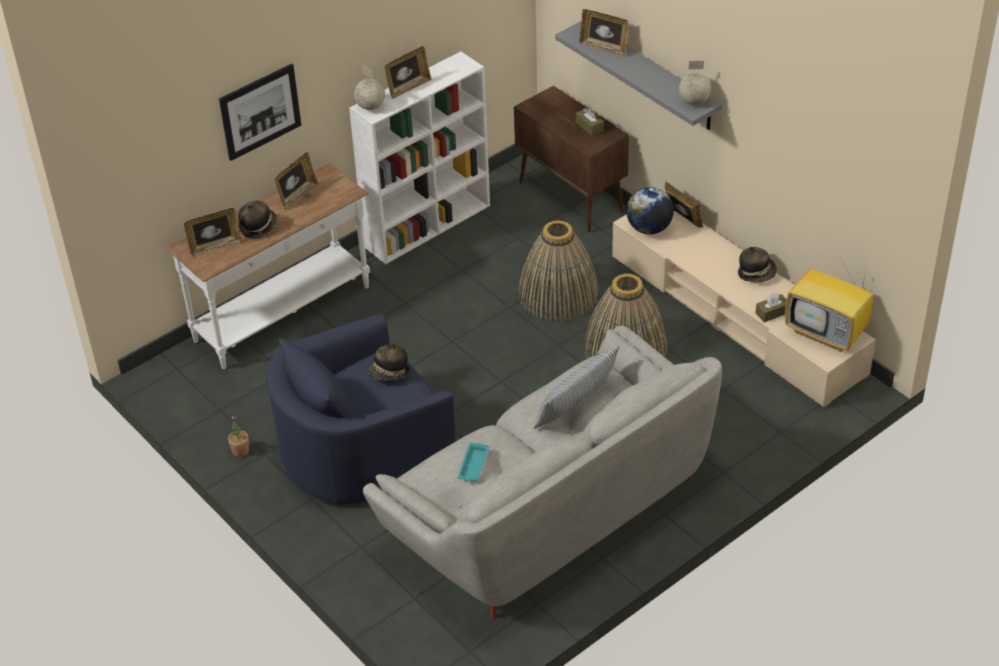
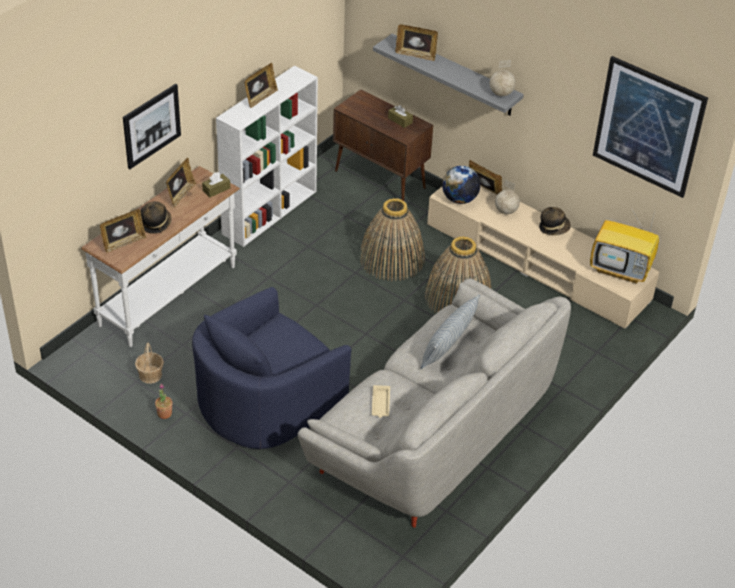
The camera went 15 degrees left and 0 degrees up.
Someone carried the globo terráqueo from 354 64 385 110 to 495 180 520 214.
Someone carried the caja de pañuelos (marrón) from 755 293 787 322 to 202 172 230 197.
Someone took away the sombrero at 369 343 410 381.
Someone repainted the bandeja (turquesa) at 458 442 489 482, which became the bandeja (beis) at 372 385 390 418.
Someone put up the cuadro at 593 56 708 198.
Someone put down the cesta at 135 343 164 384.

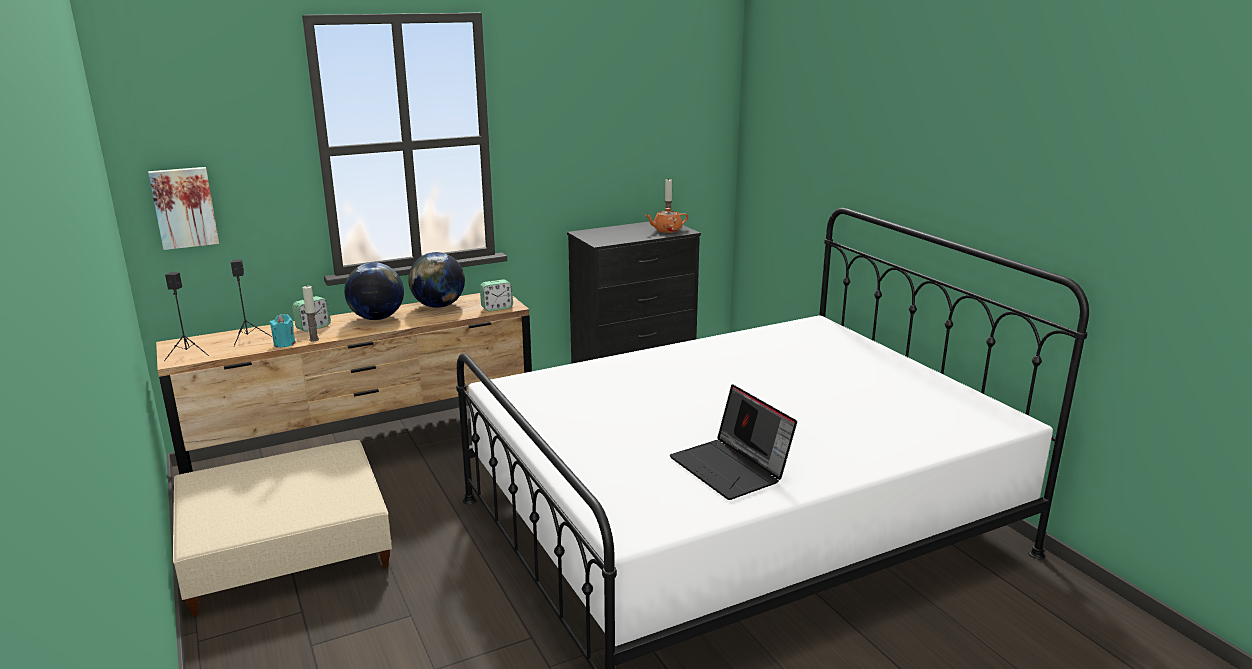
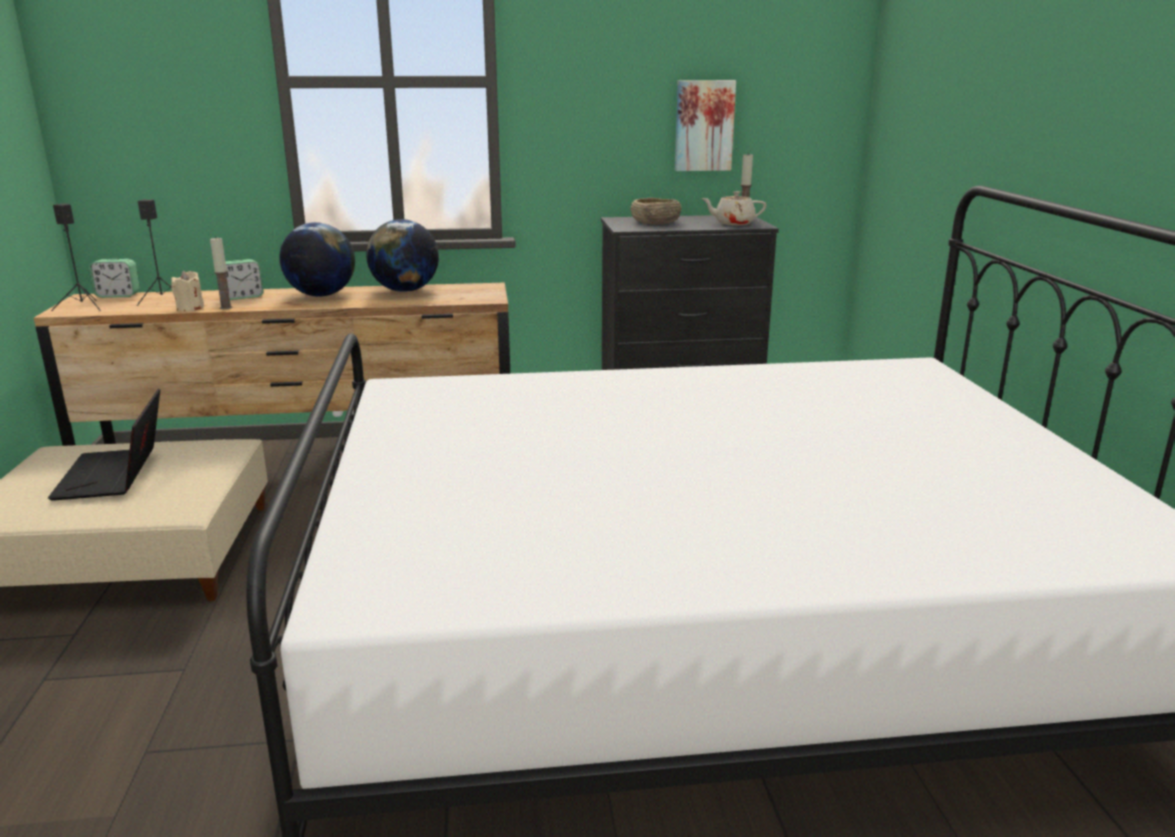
The camera went 20 degrees right and 0 degrees up.
Someone carried the cuadro from 148 167 219 250 to 675 80 736 171.
Someone repainted the tetera (naranja) at 645 208 688 233, which became the tetera (beis) at 701 191 766 226.
Someone carried the despertador from 480 279 513 311 to 89 259 140 298.
Someone repainted the vela (turquesa) at 270 314 296 348, which became the vela (beis) at 171 271 204 311.
Someone carried the portátil from 670 384 797 500 to 48 388 160 501.
Someone put down the cuenco (beis) at 630 198 682 224.

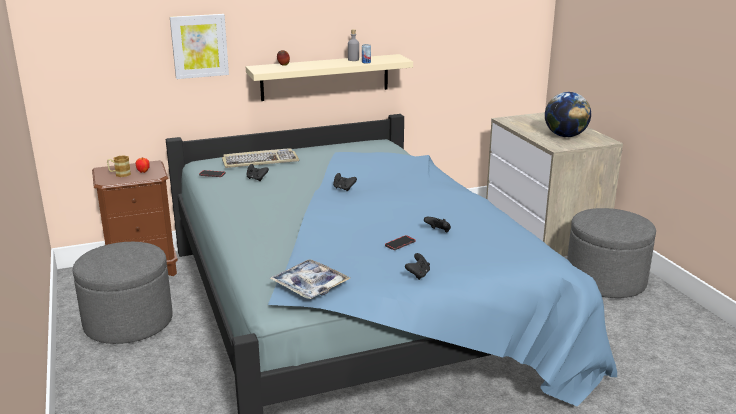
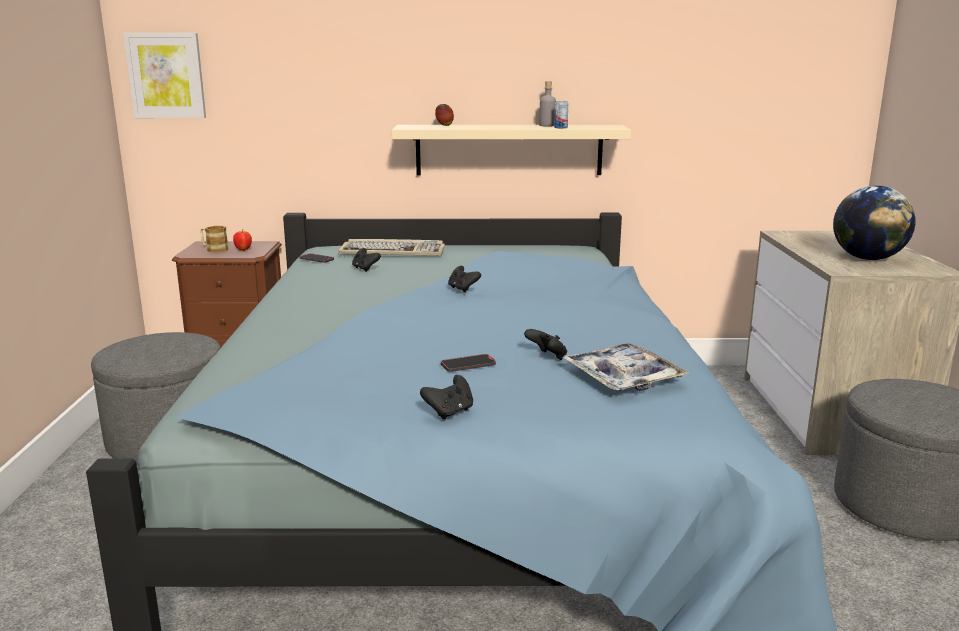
The camera went 20 degrees right and 5 degrees down.
Someone carried the cuadro from 170 14 229 79 to 123 33 206 118.
Someone carried the bandeja from 270 259 350 299 to 562 343 690 391.

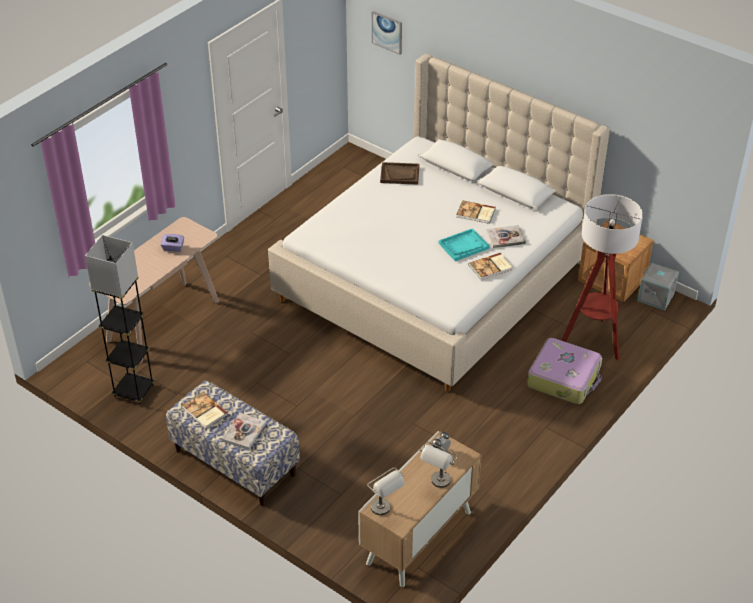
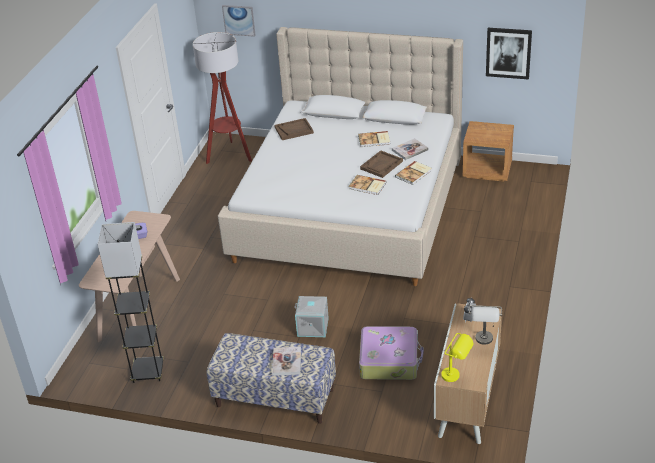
The camera went 20 degrees left and 5 degrees down.
Someone carried the lámpara de pie from 561 194 643 360 to 193 32 252 164.
Someone repainted the bandeja (turquesa) at 439 228 489 261, which became the bandeja (marrón) at 360 151 403 178.
Someone carried the caja de almacenaje (gris) from 637 263 679 310 to 294 296 329 337.
Someone carried the maleta from 527 338 602 404 to 359 326 424 380.
Someone carried the libro from 182 392 228 429 to 349 175 386 195.
Someone repainted the lámpara de mesa (gris) at 367 467 405 515, which became the lámpara de mesa (amarillo) at 441 333 474 382.
Someone put up the cuadro at 486 28 532 80.

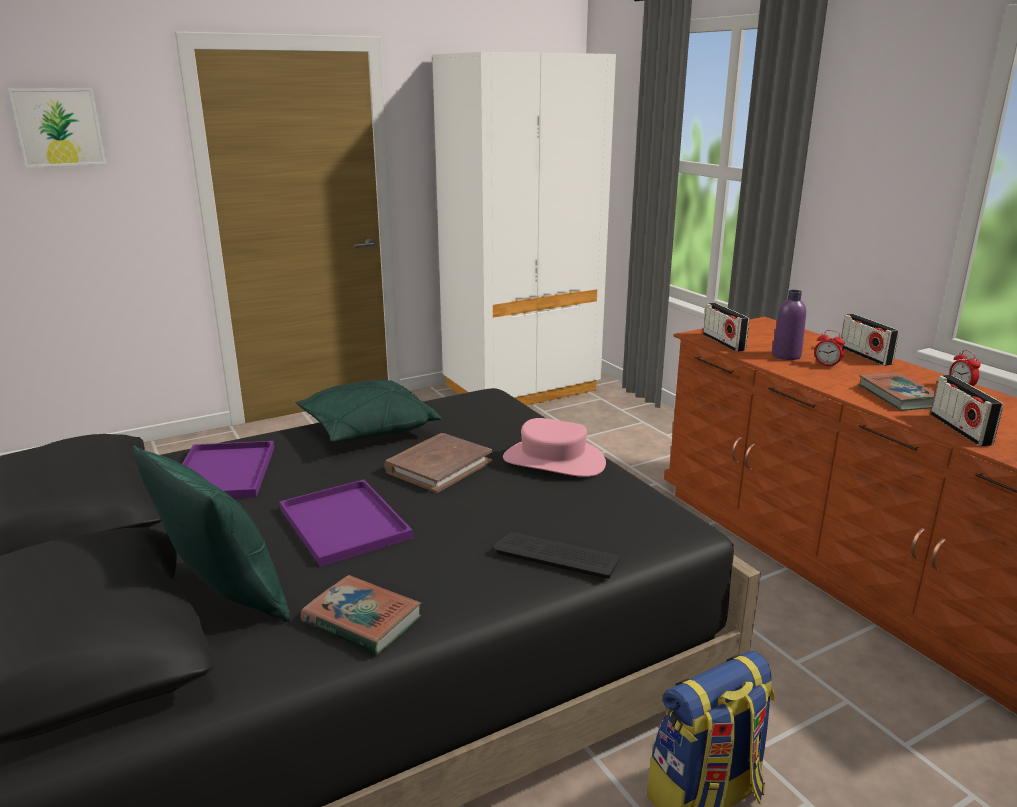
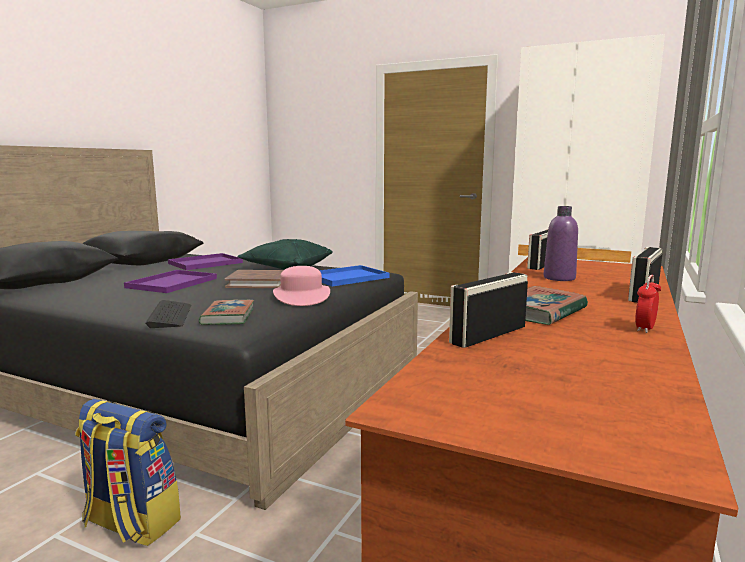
The camera went 55 degrees right and 10 degrees down.
Someone took away the cuadro at 8 88 106 168.
Someone took away the despertador at 814 330 845 367.
Someone took away the cojín (verde) at 132 445 290 622.
Someone carried the libro from 301 575 421 655 to 199 300 254 325.
Someone put down the bandeja (azul) at 320 265 390 287.

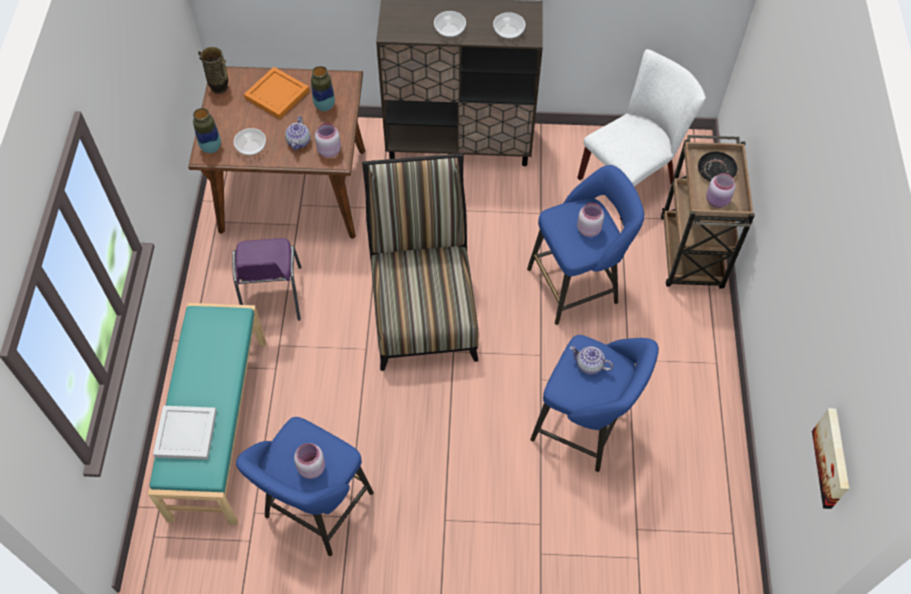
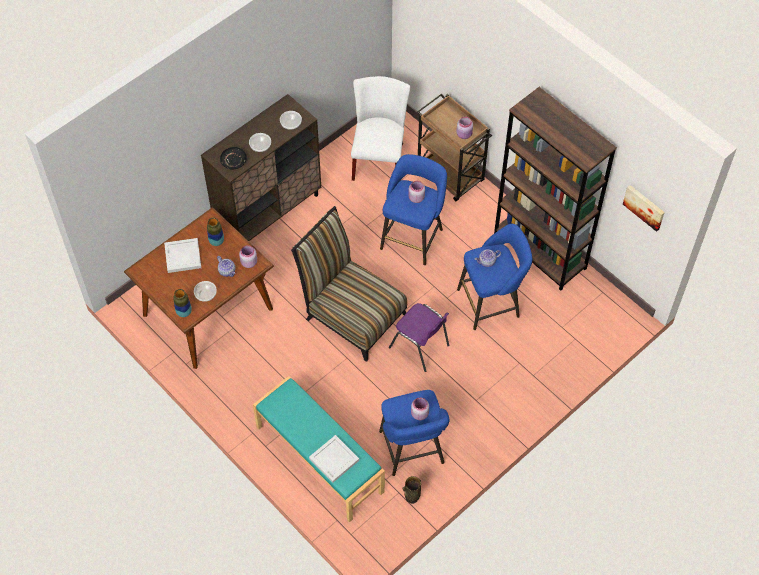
The camera went 45 degrees left and 0 degrees up.
Someone carried the florero from 198 47 228 94 to 402 476 421 504.
Someone repainted the bandeja (naranja) at 244 67 309 119, which became the bandeja (blanco) at 164 238 201 273.
Someone carried the plato (negro) from 698 151 737 181 to 220 147 247 169.
Someone carried the silla (morado) from 232 238 302 321 to 389 303 449 372.
Someone put down the estantería (marrón) at 494 87 617 291.

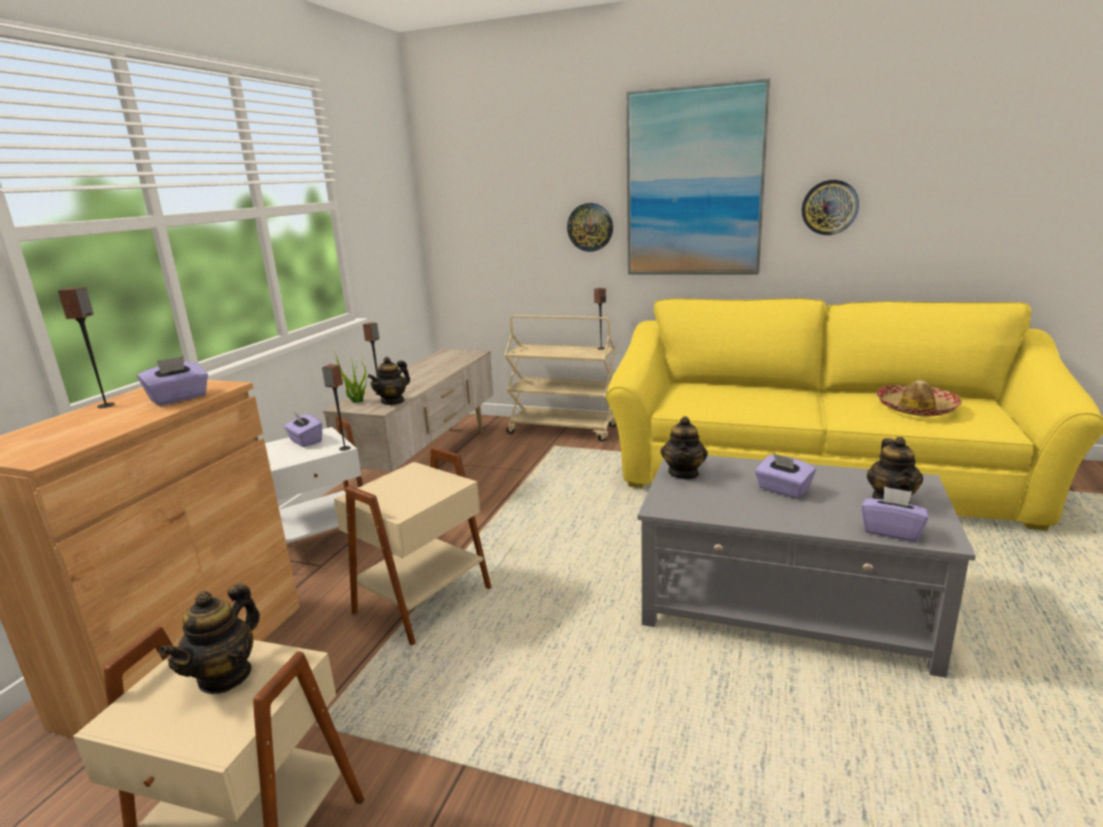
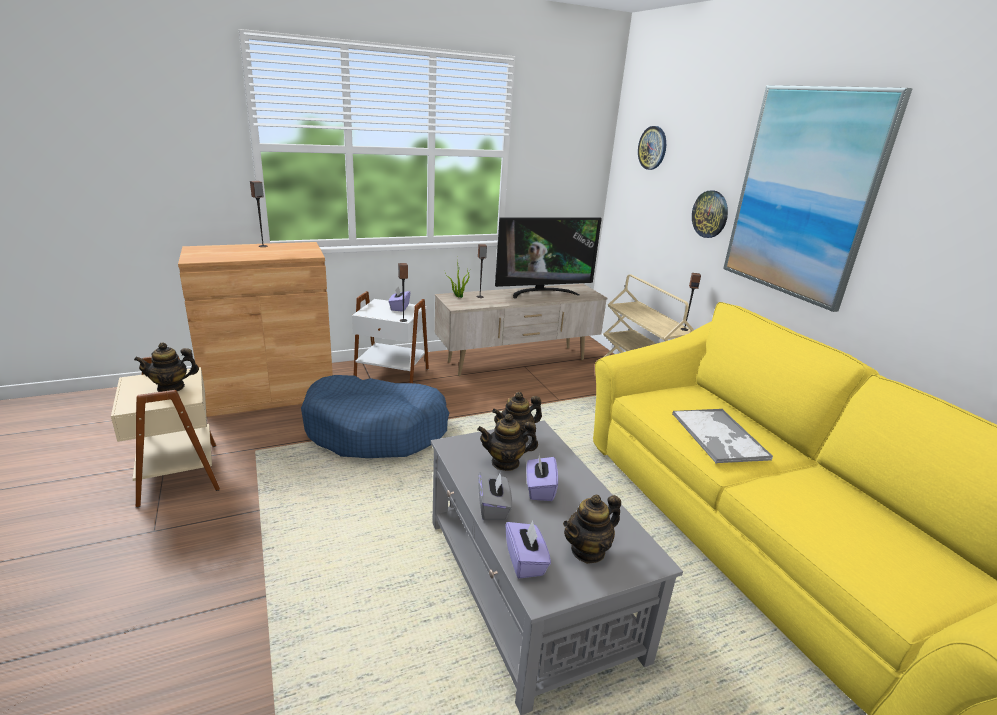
The camera went 45 degrees right and 5 degrees up.
Someone carried the reloj de pared from 802 180 859 235 to 638 126 666 170.
Someone took away the caja de pañuelos (morado) at 137 356 208 406.
Someone carried the tetera from 368 357 410 405 to 477 414 538 471.
Someone took away the sombrero at 876 380 962 417.
Someone swapped the mesa auxiliar (beis) at 334 448 491 645 for the cama para perro (azul) at 301 375 449 458.
Someone put down the televisor at 495 217 602 298.
Someone put down the bandeja at 672 409 773 463.
Someone put down the caja de pañuelos (gris) at 478 472 512 520.

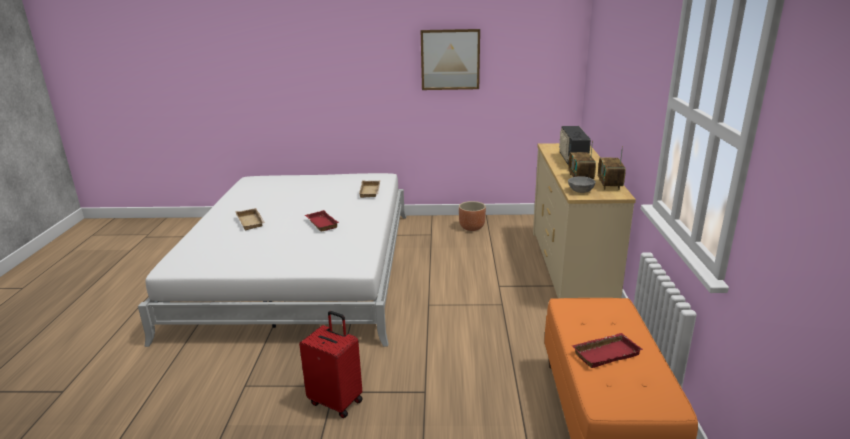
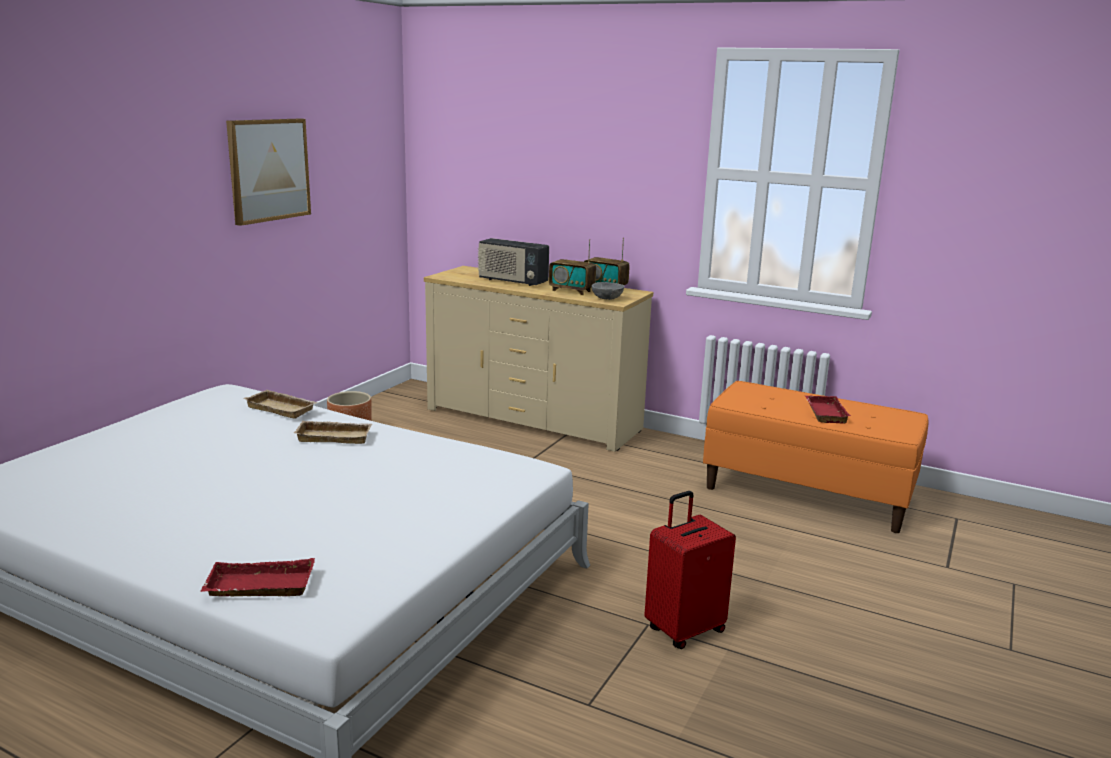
The camera went 65 degrees left and 5 degrees down.
Someone carried the bandeja (beis) from 235 208 265 230 to 294 421 372 444.
Someone carried the bandeja (rojo) from 305 210 339 231 to 201 558 315 596.

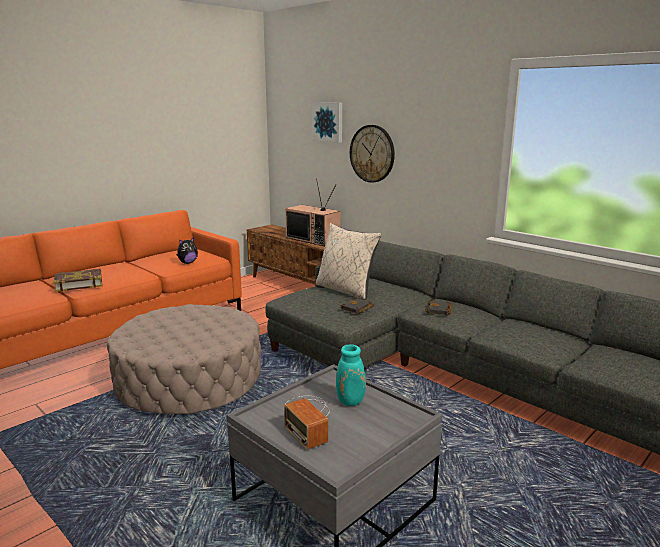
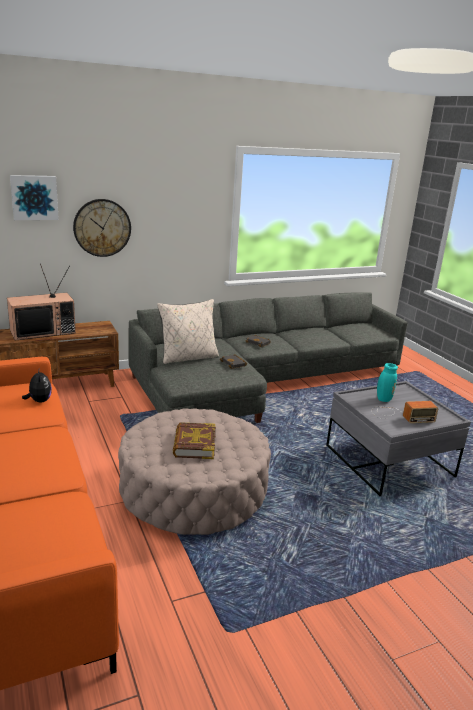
The camera went 70 degrees left and 5 degrees up.
Someone carried the libro from 53 269 102 292 to 173 422 216 459.

